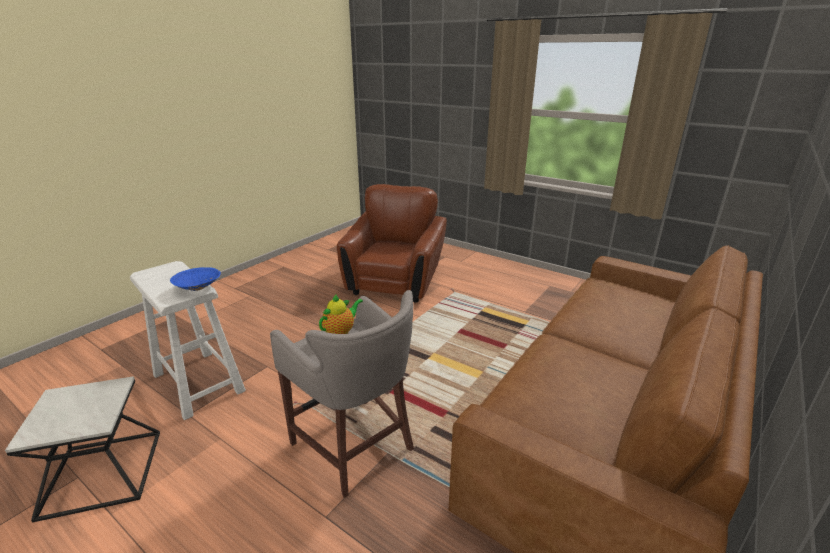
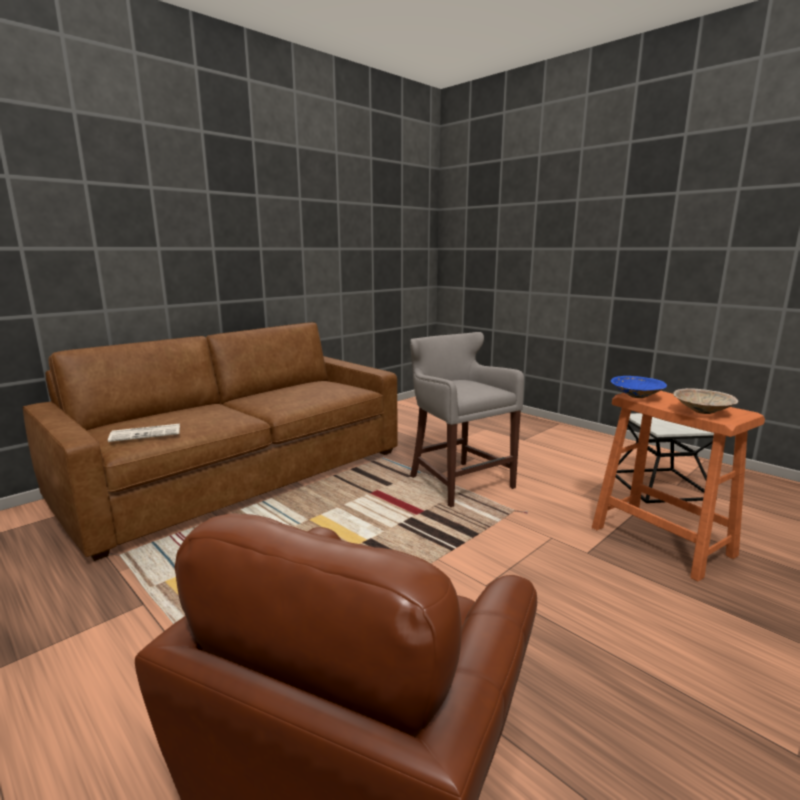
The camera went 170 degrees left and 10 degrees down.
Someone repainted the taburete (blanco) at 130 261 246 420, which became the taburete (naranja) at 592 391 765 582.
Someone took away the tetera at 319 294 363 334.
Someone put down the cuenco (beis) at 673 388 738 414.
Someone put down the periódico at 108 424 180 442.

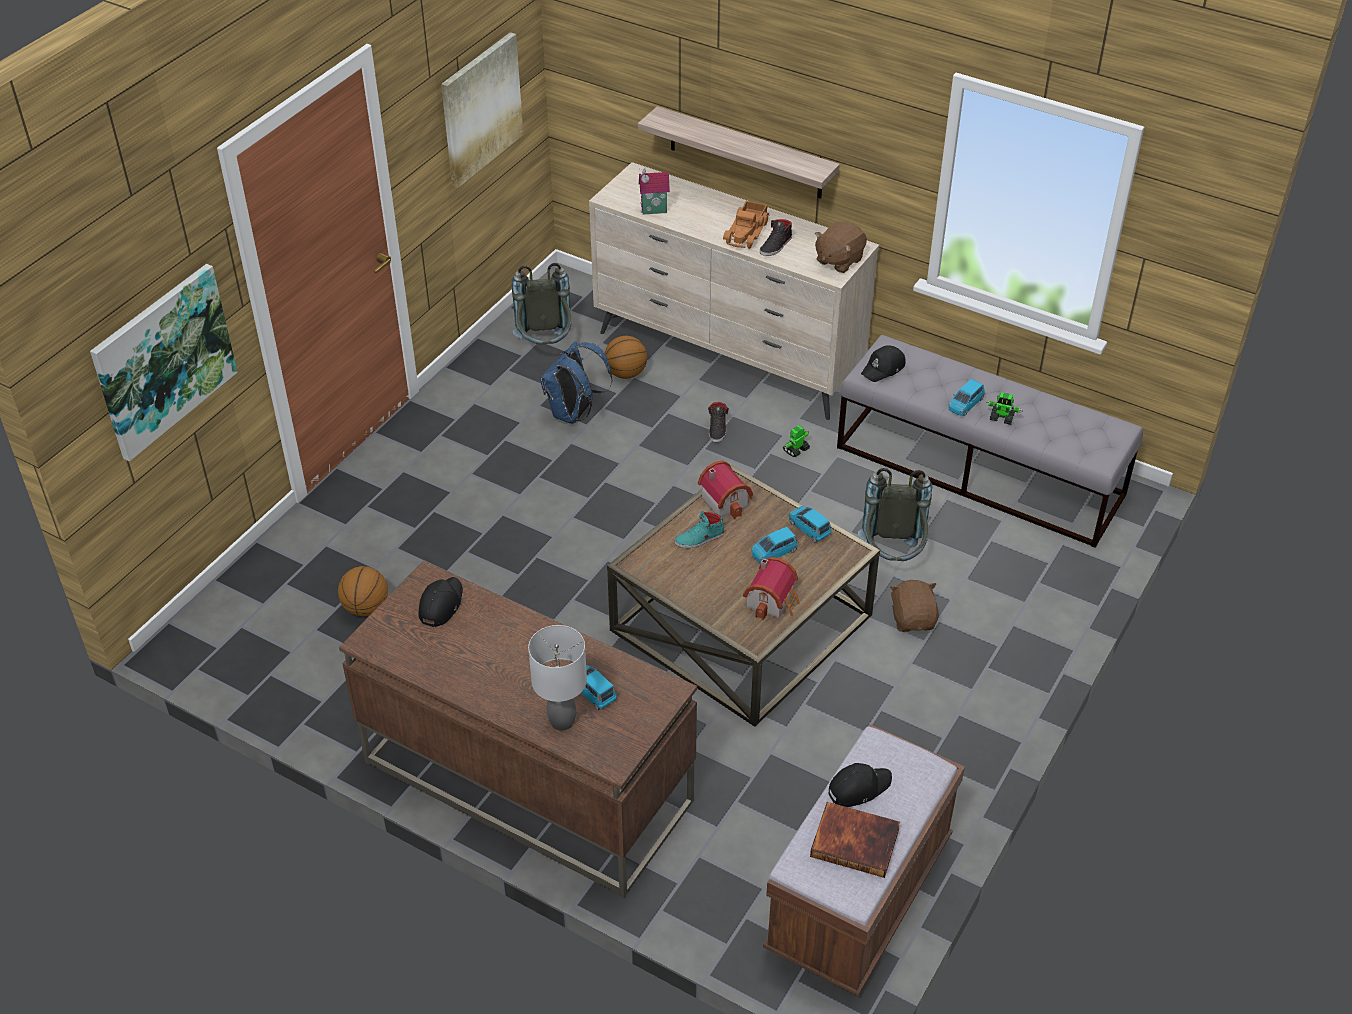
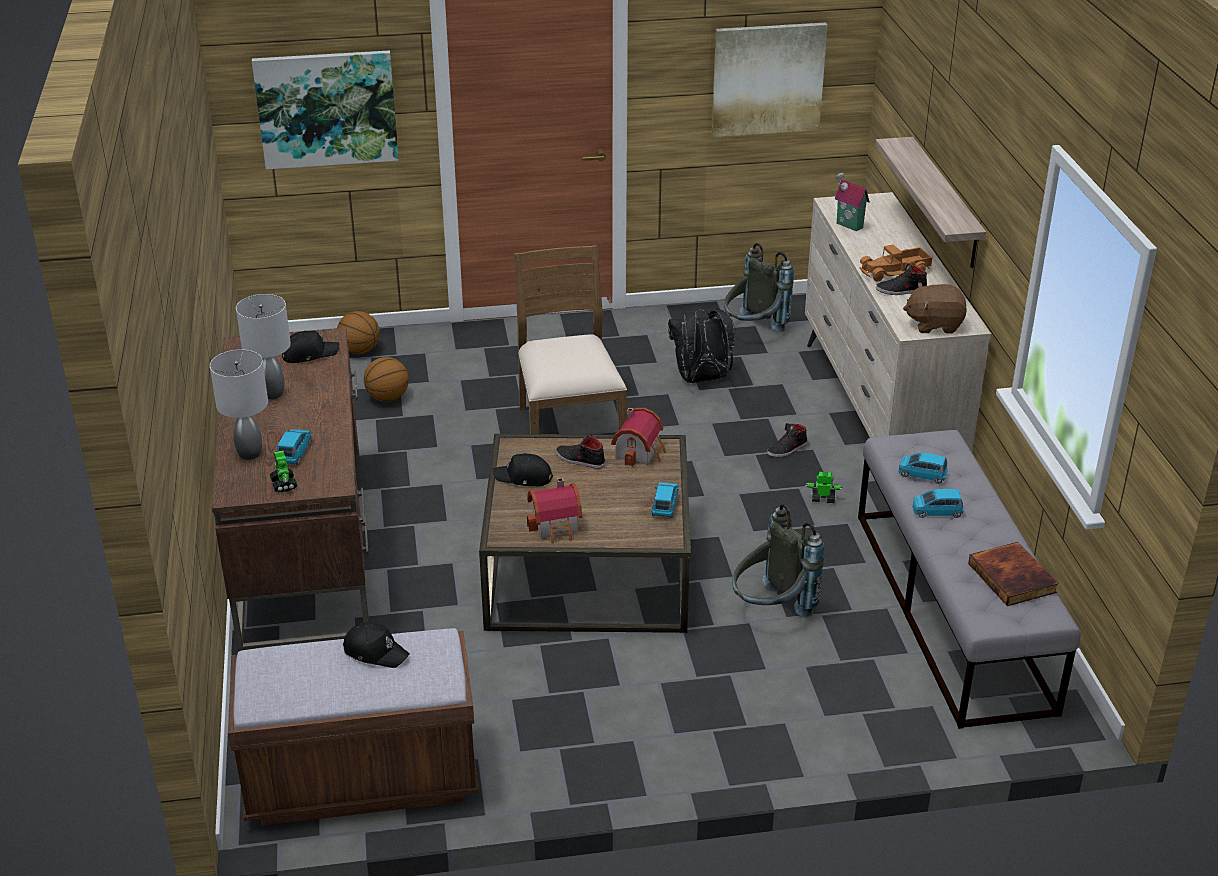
The camera went 50 degrees right and 10 degrees down.
Someone carried the balón de baloncesto from 605 336 647 379 to 337 311 380 354.
Someone repainted the mochila (azul) at 540 341 613 424, which became the mochila (negro) at 668 309 735 383.
Someone carried the gorra (negro) from 861 345 906 382 to 493 453 553 486.
Someone carried the robot de juguete from 986 392 1023 425 to 269 450 297 492.
Someone repainted the zapato (turquesa) at 675 511 725 548, which became the zapato (negro) at 556 434 605 469.
Someone carried the coche de juguete (azul) from 751 527 798 564 to 898 453 948 484.
Someone took away the peluche (marrón) at 890 580 939 632.
Someone carried the libro from 810 802 900 878 to 968 542 1058 606.
Someone put down the silla (marrón) at 514 245 627 434.
Someone put down the lámpara de mesa (gris) at 236 294 291 399.

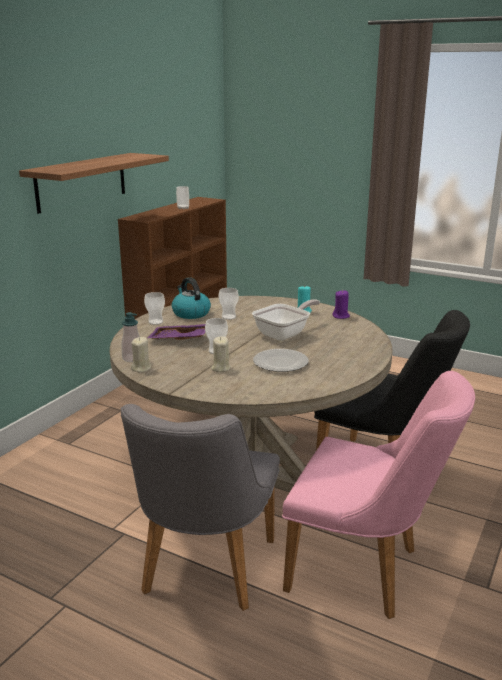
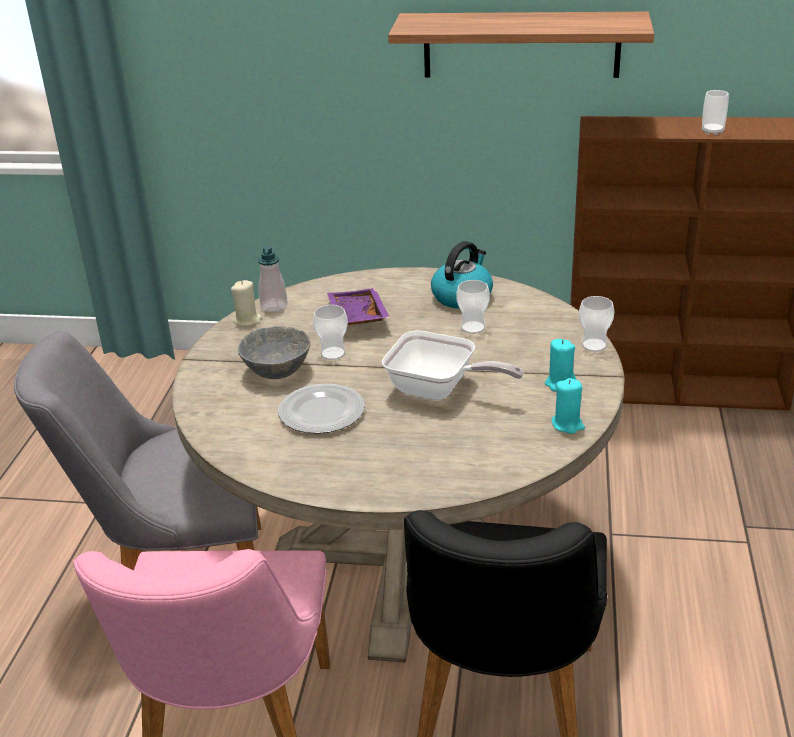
The camera went 70 degrees right and 10 degrees up.
Someone repainted the vela (morado) at 333 290 350 319, which became the vela (turquesa) at 552 378 585 434.
Someone carried the taza from 144 292 165 325 to 579 296 614 352.
Someone swapped the vela (beis) at 211 336 231 372 for the cuenco (gris) at 238 326 311 379.

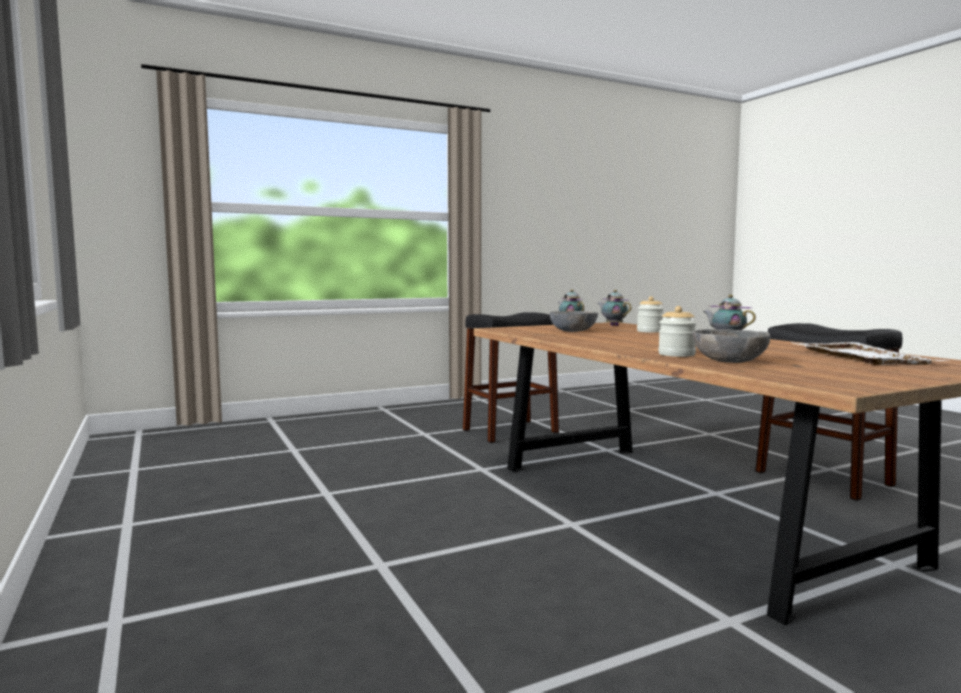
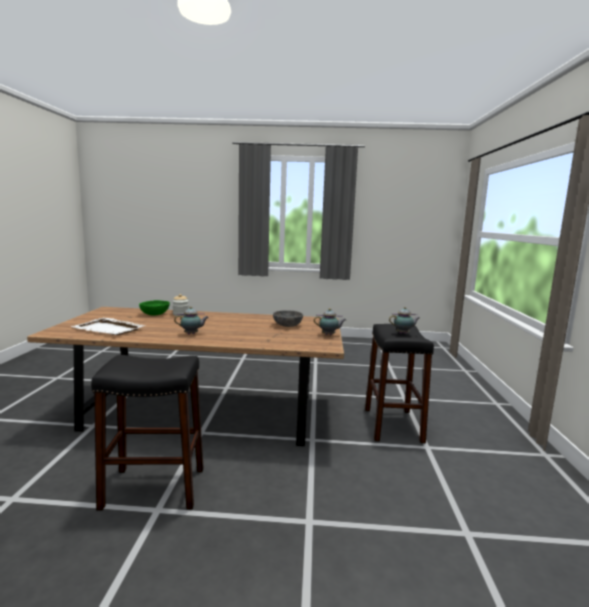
The camera went 120 degrees right and 5 degrees up.
Someone carried the tetera from 598 290 632 326 to 389 307 420 334.
Someone took away the tarro at 637 296 664 333.
Someone repainted the cuenco (gris) at 693 329 770 363, which became the cuenco (verde) at 139 300 170 315.

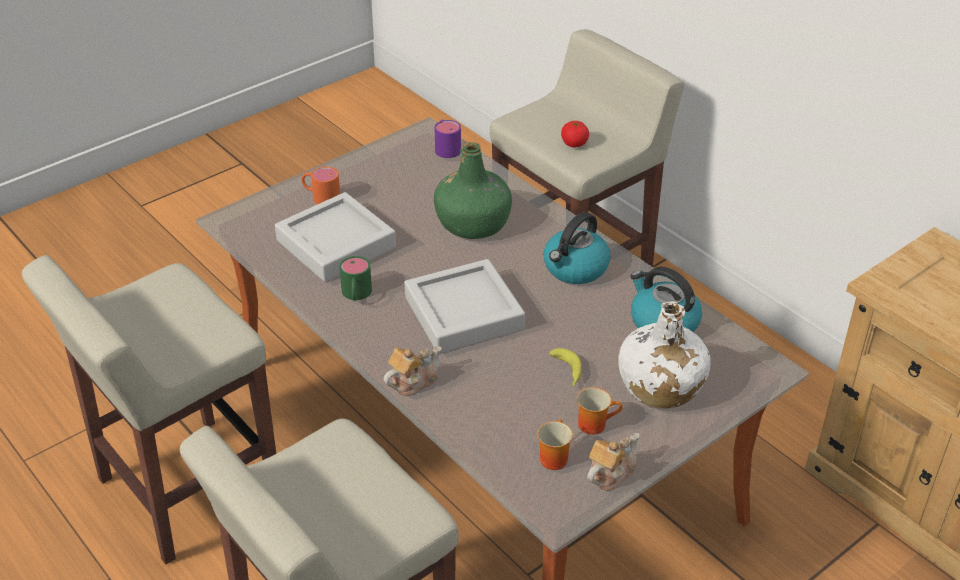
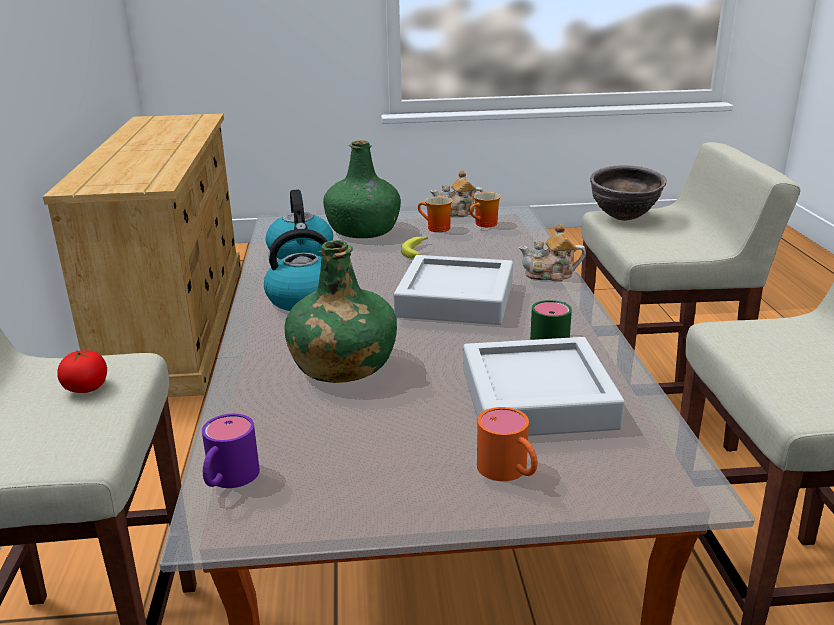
The camera went 145 degrees left and 15 degrees down.
Someone repainted the botella (blanco) at 618 301 711 408, which became the botella (verde) at 323 140 401 238.
Someone put down the cuenco (marrón) at 590 165 666 221.

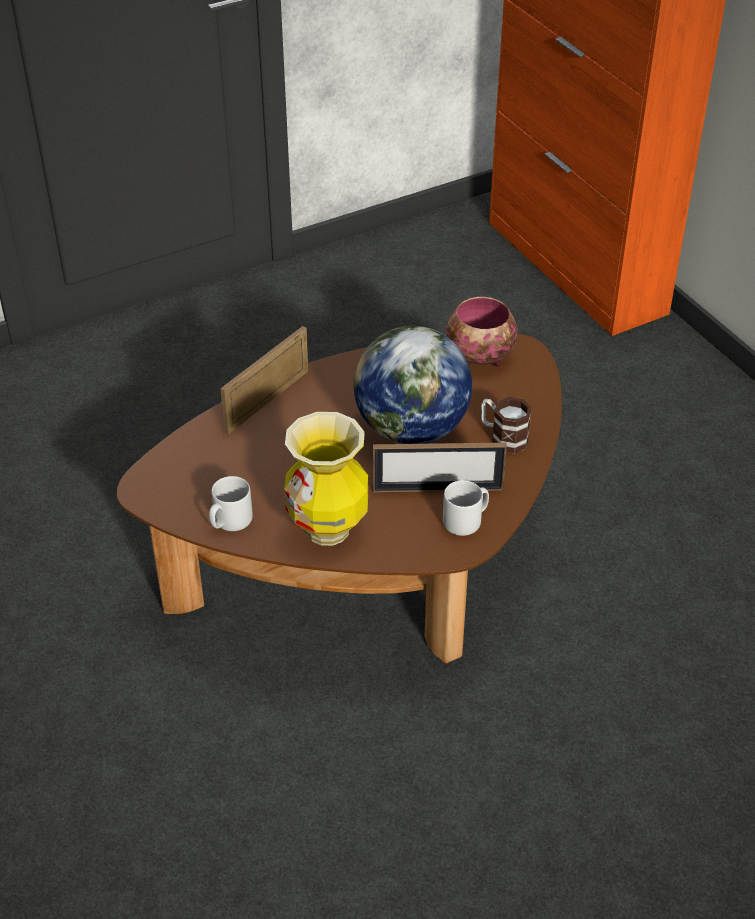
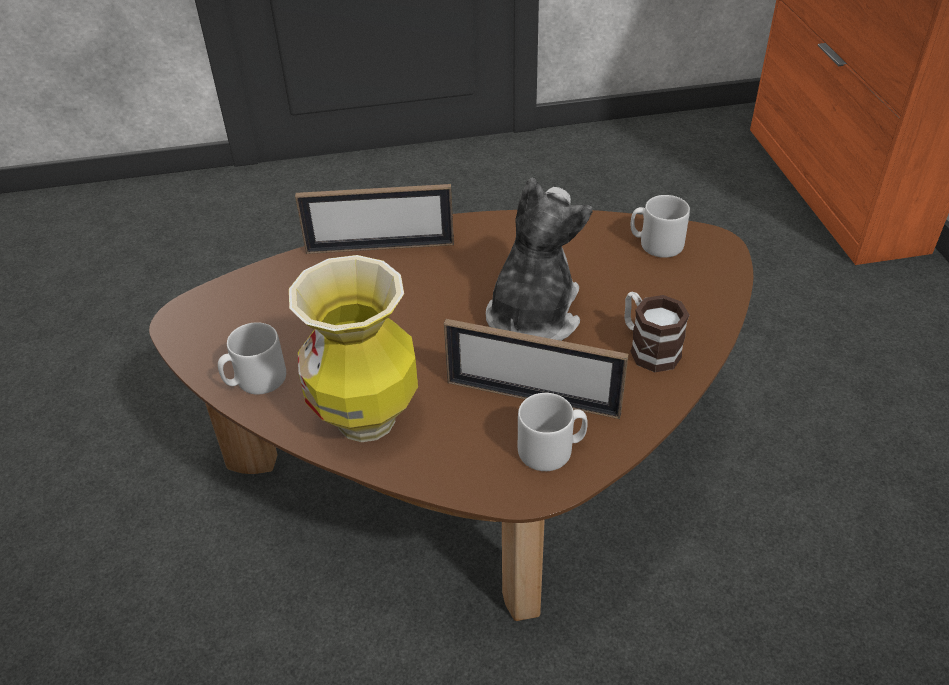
The camera went 20 degrees right and 0 degrees up.
Someone swapped the cuenco at 446 297 518 366 for the taza grande (gris) at 631 195 690 258.
Someone rotated the portarretratos at 220 326 308 435 by 150 degrees counterclockwise.
Someone swapped the globo terráqueo at 354 326 472 444 for the peluche at 486 177 593 341.

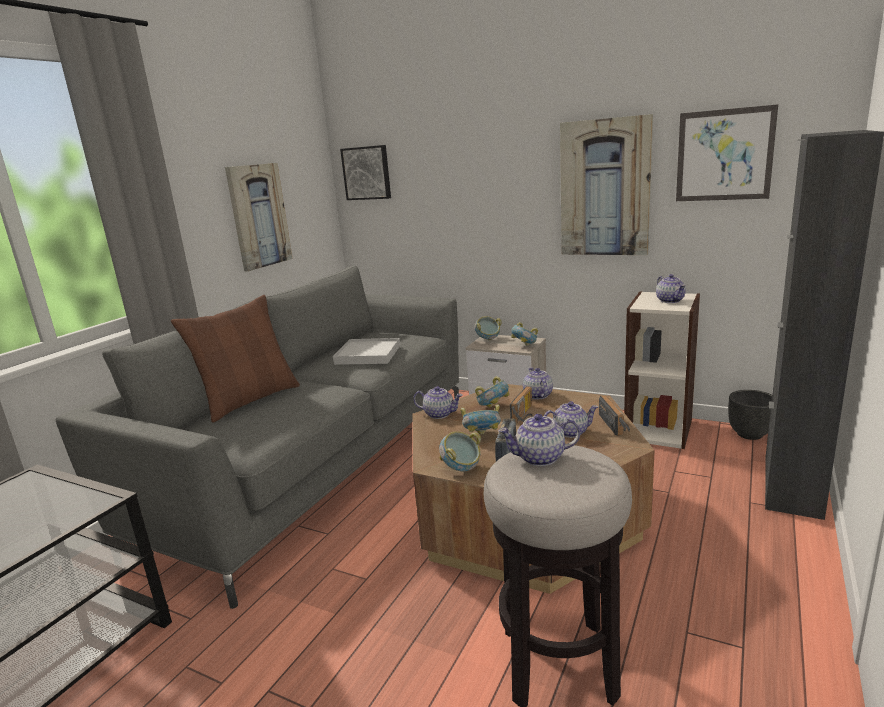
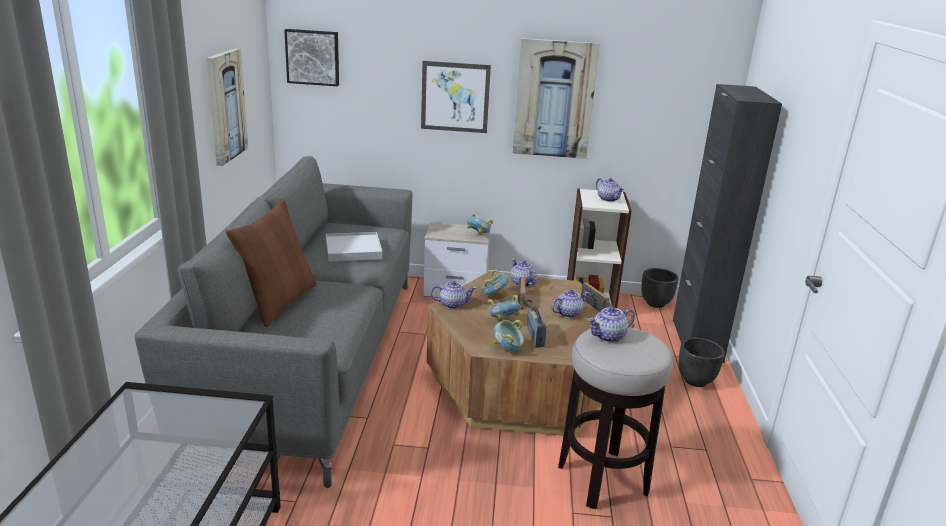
The camera went 25 degrees left and 5 degrees up.
Someone carried the cuadro from 676 104 778 201 to 421 61 491 133.
Someone took away the cuenco at 475 316 502 340.
Someone put down the maceta (negro) at 678 338 725 387.

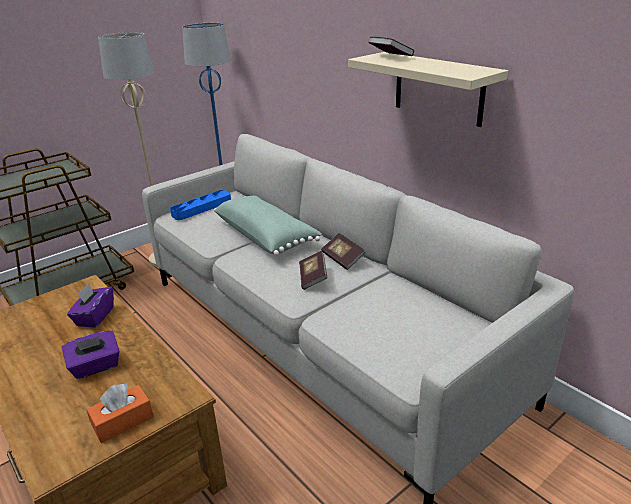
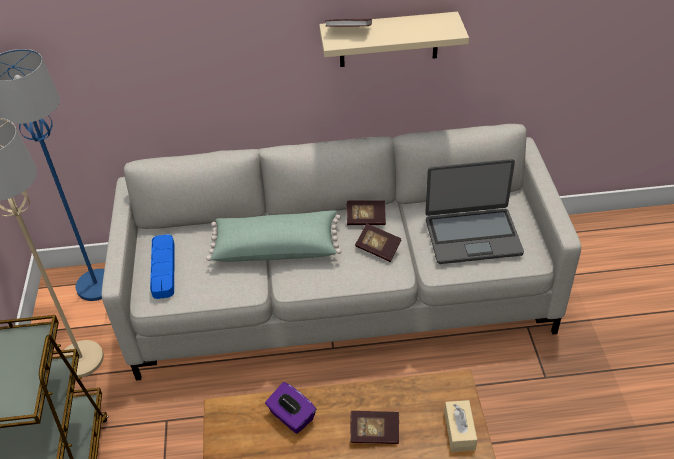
The camera went 55 degrees left and 15 degrees up.
Someone swapped the caja de pañuelos (morado) at 62 331 120 379 for the libro at 350 411 399 444.
Someone repainted the caja de pañuelos (naranja) at 86 383 154 443, which became the caja de pañuelos (beis) at 444 400 477 452.
Someone put down the portátil at 425 159 524 264.

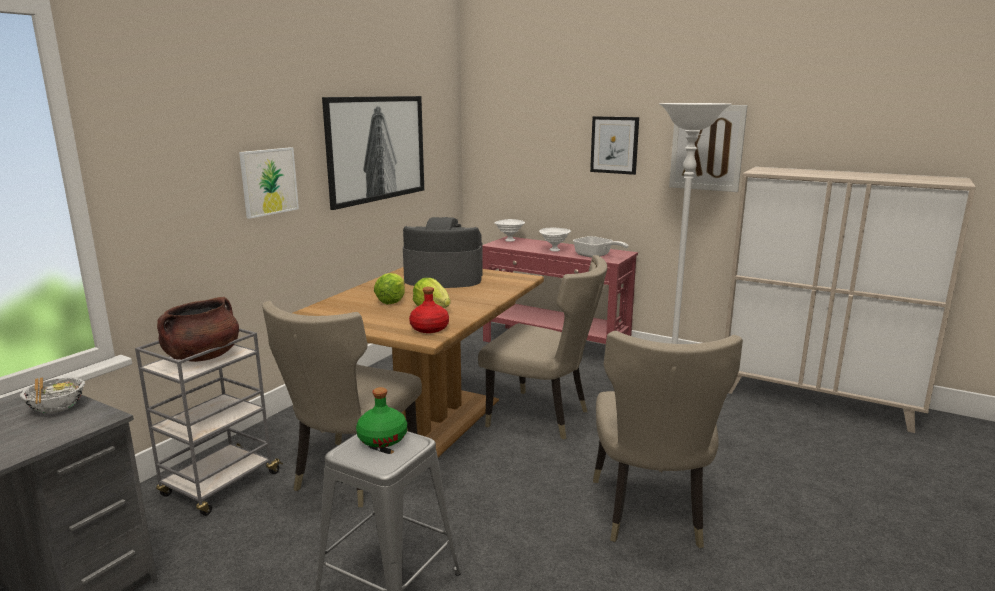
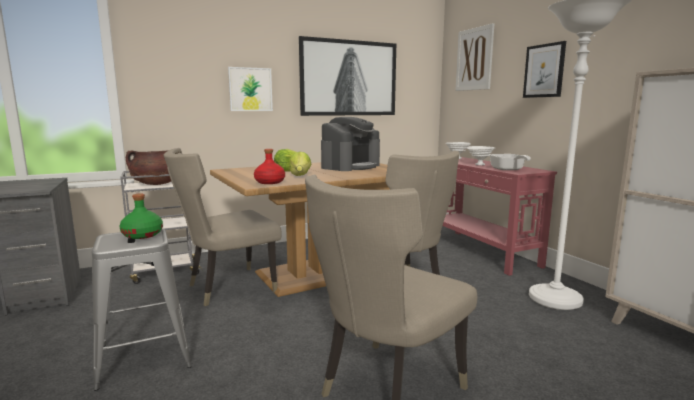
The camera went 35 degrees right and 5 degrees down.
Someone carried the cuadro from 669 105 747 192 to 455 23 494 91.
Someone rotated the cafetera at 403 217 483 288 by 90 degrees clockwise.
Someone took away the cuenco at 20 377 85 413.

